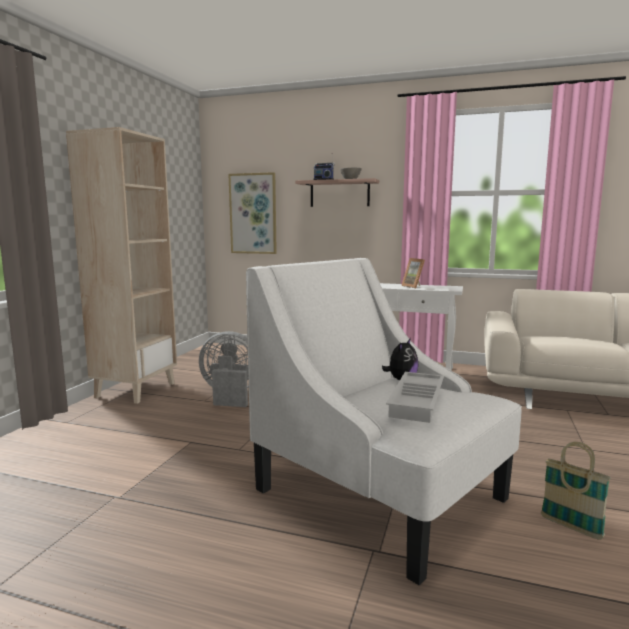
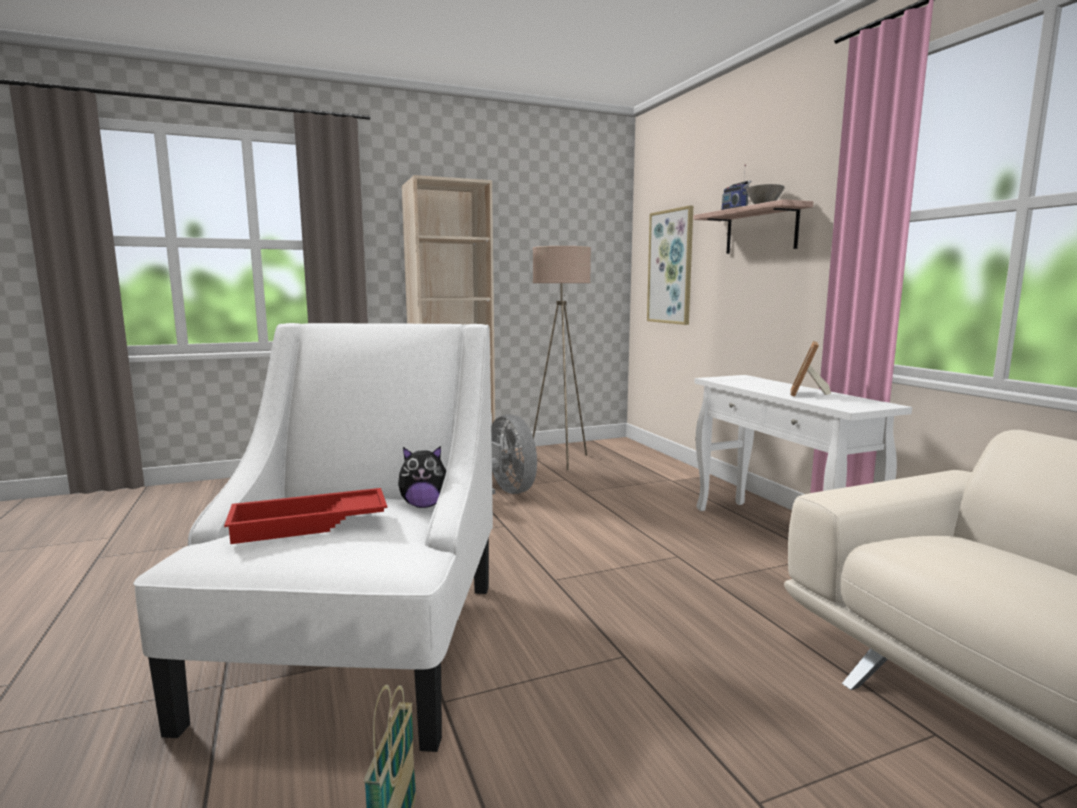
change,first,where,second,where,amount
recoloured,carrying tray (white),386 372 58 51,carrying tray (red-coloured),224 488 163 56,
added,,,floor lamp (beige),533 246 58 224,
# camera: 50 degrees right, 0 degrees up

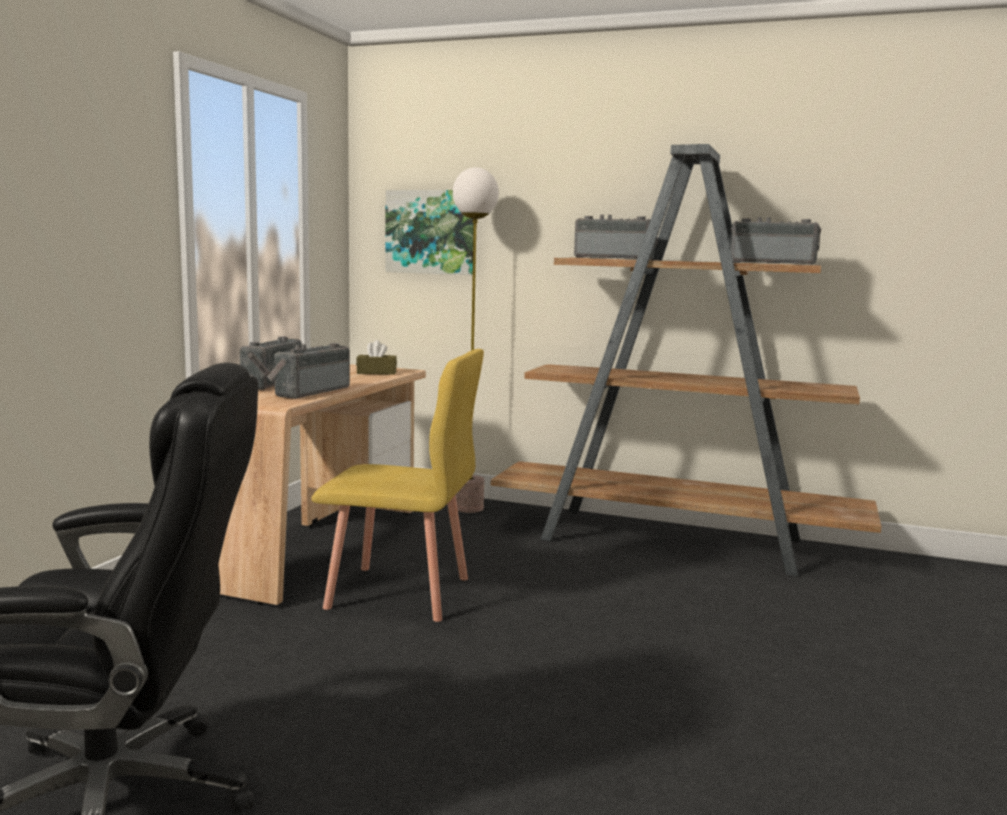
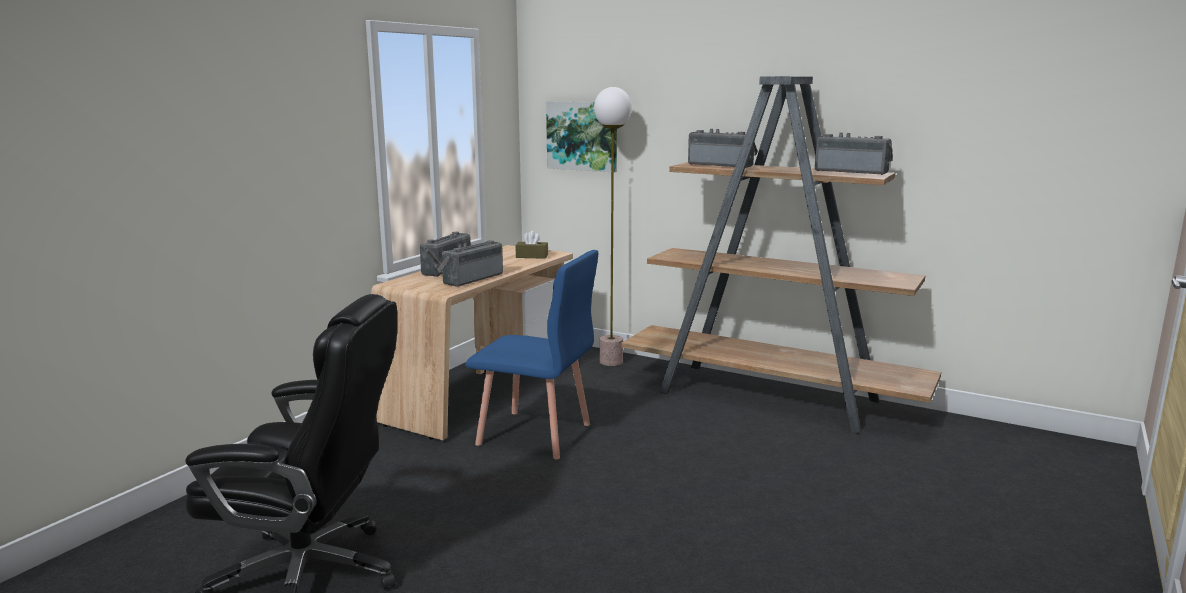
change,first,where,second,where,amount
recoloured,upright chair (yellow-coloured),312 349 172 273,upright chair (bluish),465 250 133 209,
# camera: 10 degrees right, 5 degrees up

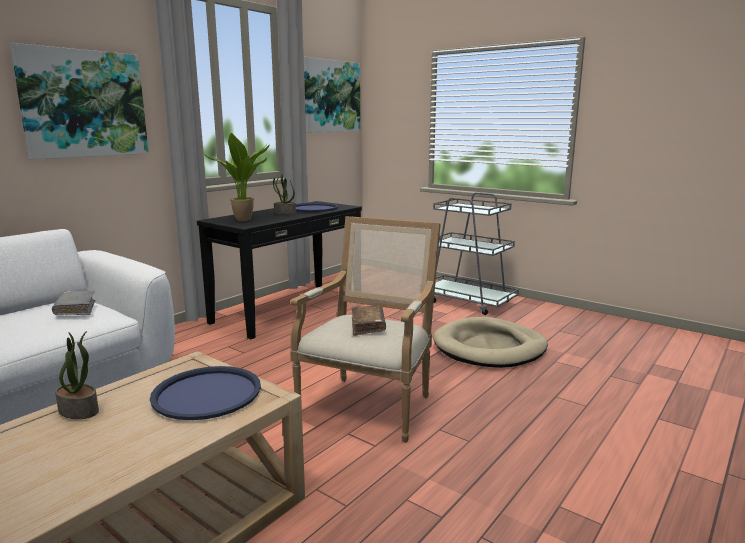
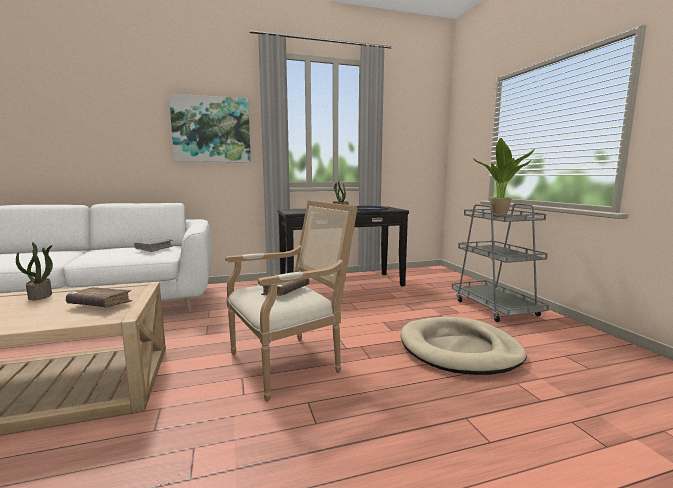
change,first,where,second,where,amount
replaced,carrying tray (bluish),150 366 111 54,bound book (brownish),66 287 66 20,
moved,plant in a pot,203 133 66 88,,473 138 62 79,
removed,picture,304 57 56 75,,,
# camera: 35 degrees right, 5 degrees down

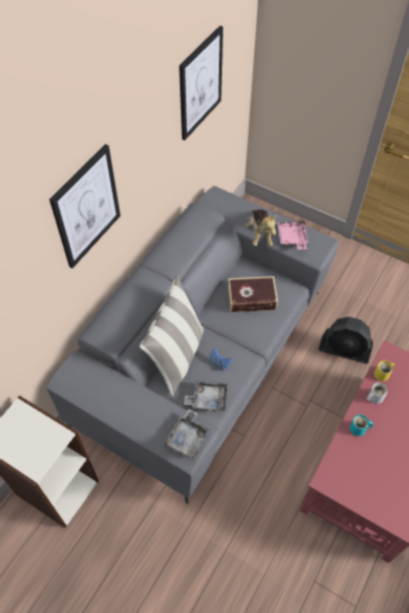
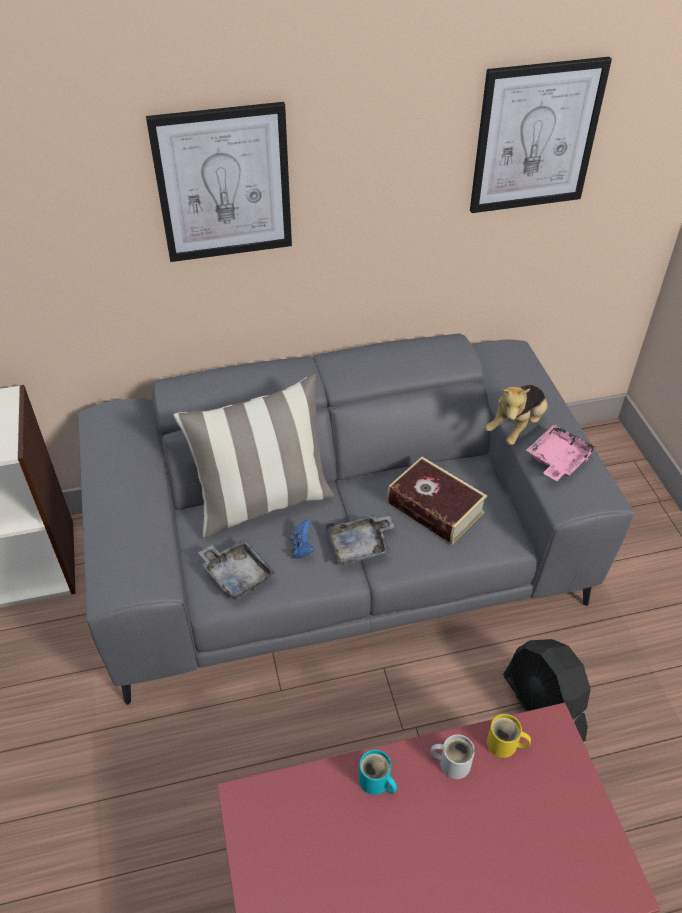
change,first,where,second,where,amount
moved,carrying tray (gray),164 409 46 51,,326 515 69 51,
# camera: 45 degrees right, 10 degrees down

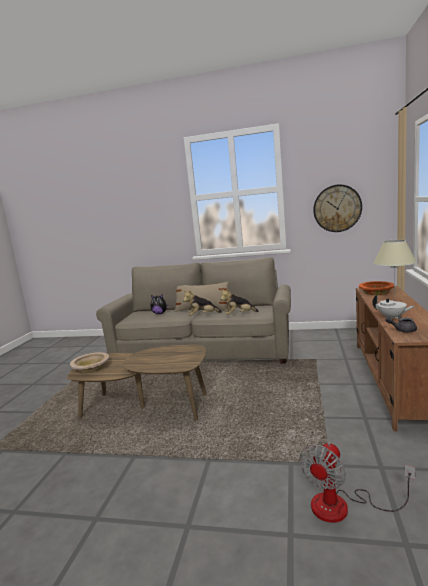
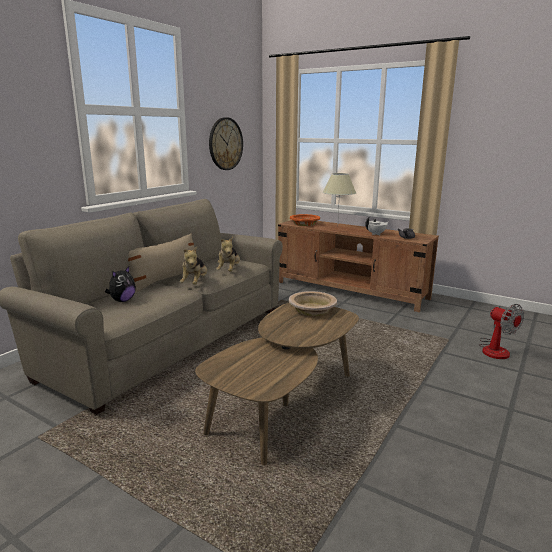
change,first,where,second,where,amount
moved,bowl (beige),70 352 39 21,,289 291 48 25,
# camera: 70 degrees left, 5 degrees up

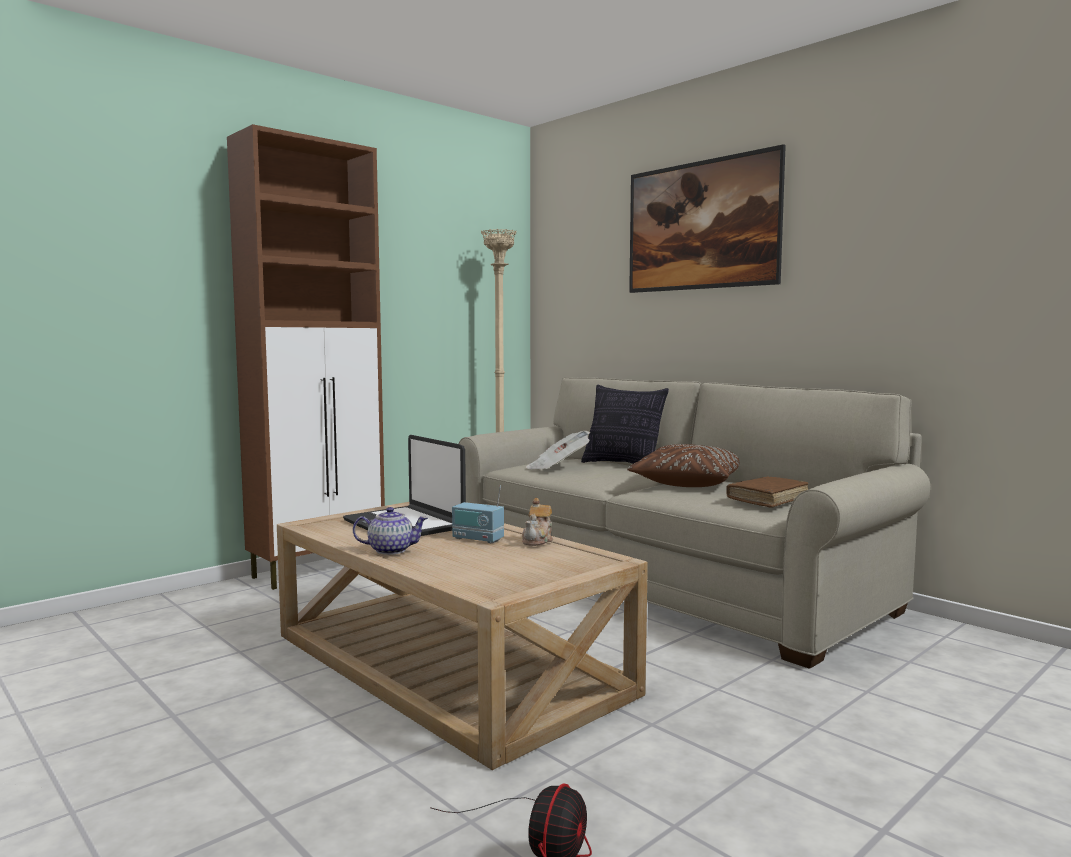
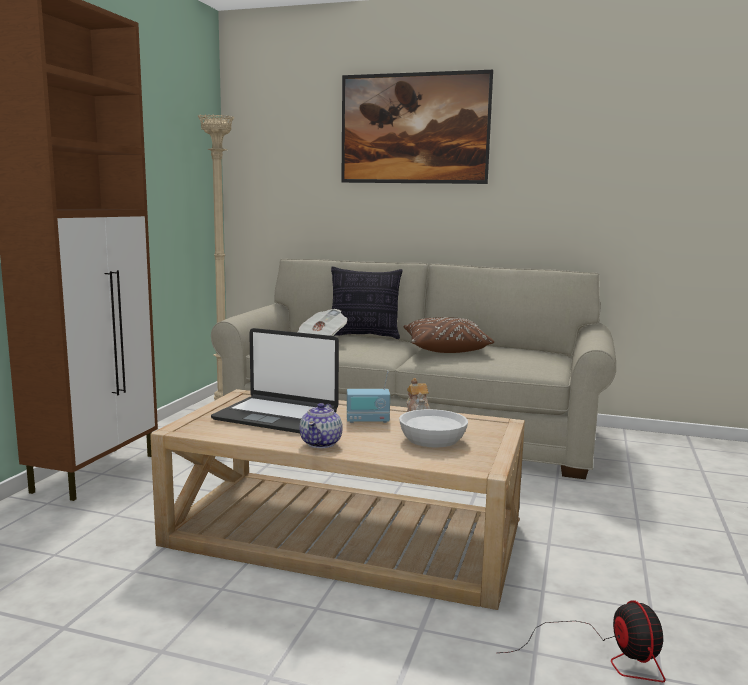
change,first,where,second,where,amount
turned,tea pot,353 507 75 48,,299 403 44 45,135 degrees clockwise
added,,,bowl (white),399 409 69 39,
removed,bound book (brownish),727 476 82 32,,,
# camera: 30 degrees left, 5 degrees up

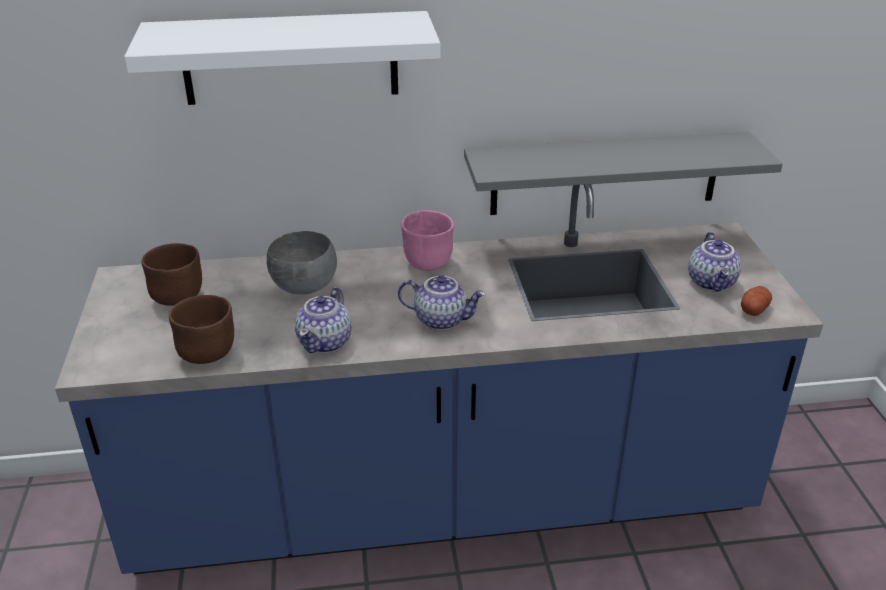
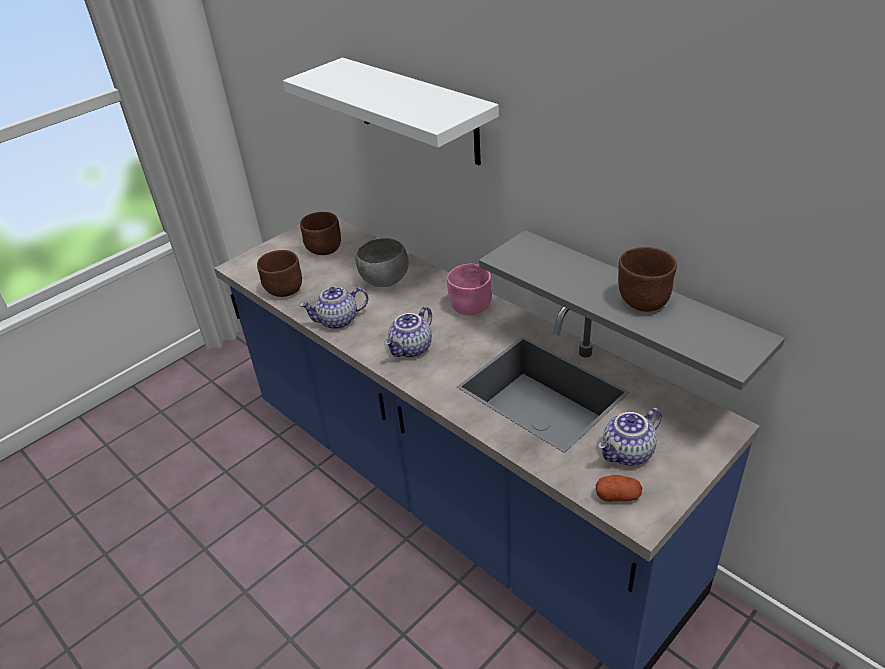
change,first,where,second,where,amount
turned,tea pot,398 275 88 55,,384 306 48 52,60 degrees clockwise
added,,,bowl (brownish),618 247 59 65,
# camera: 55 degrees right, 5 degrees up

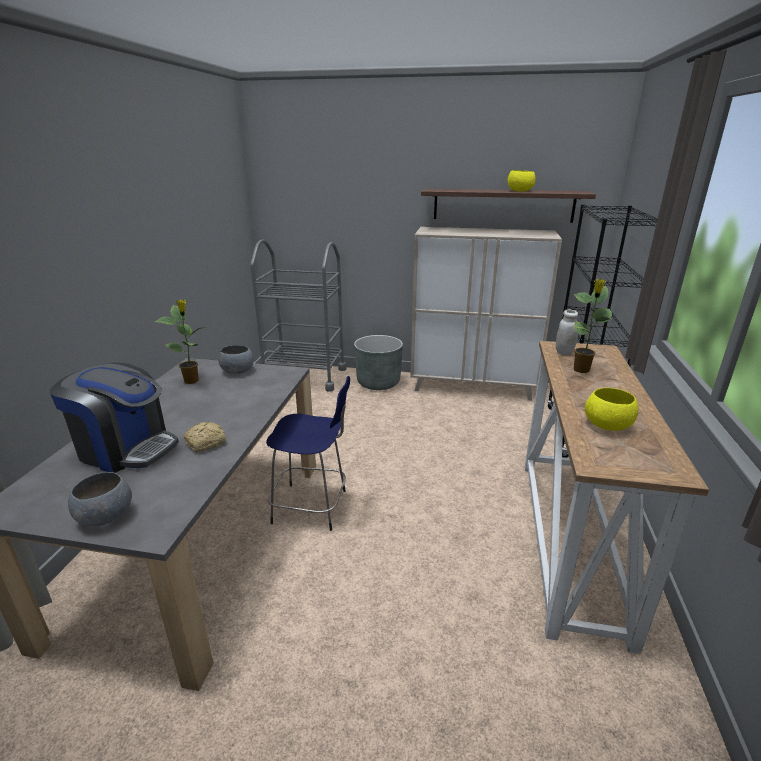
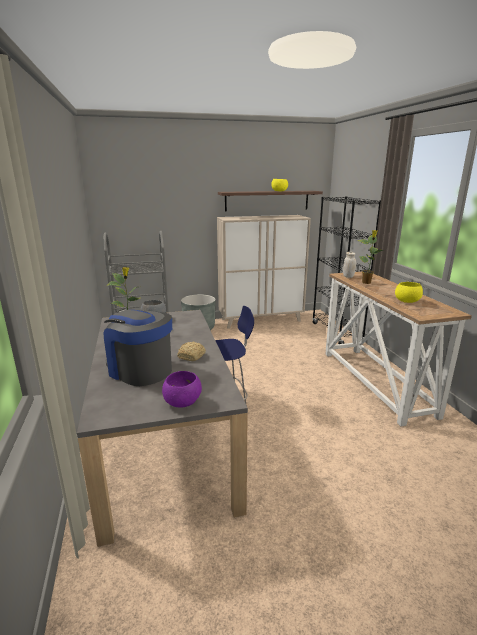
change,first,where,second,where,amount
turned,coffee machine,50 362 129 111,,104 309 68 77,135 degrees counterclockwise
recoloured,bowl (gray),68 472 64 54,bowl (purple-coloured),162 371 40 37,
# camera: 25 degrees left, 5 degrees down

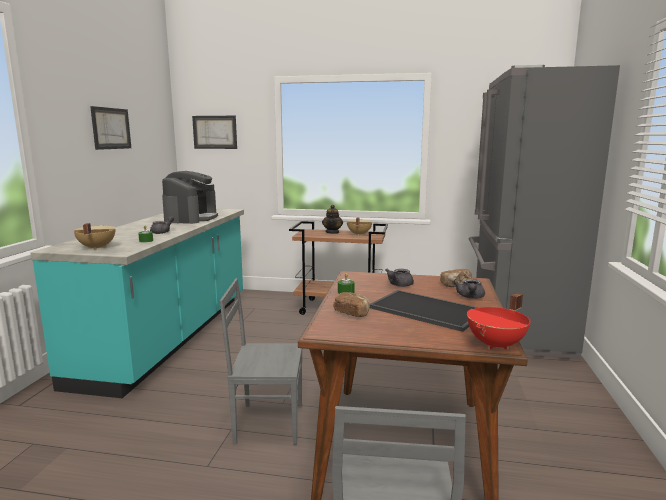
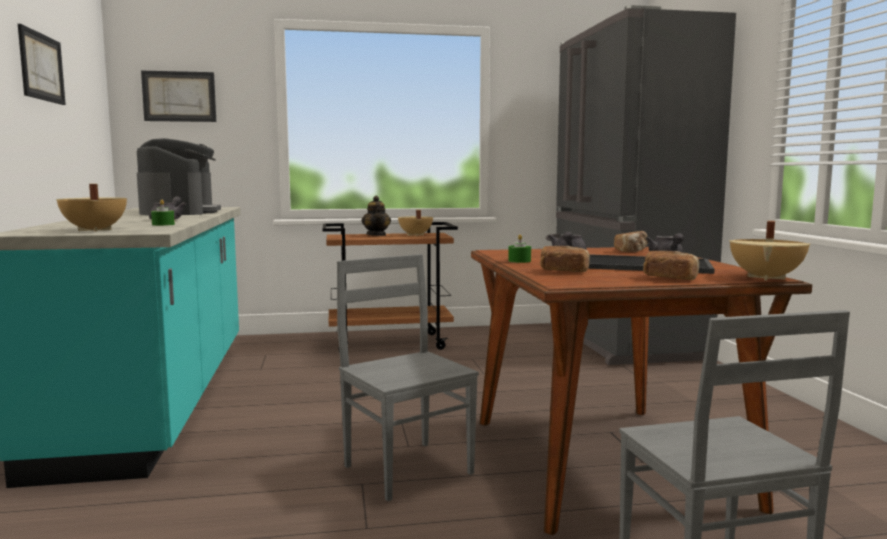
change,first,where,second,where,amount
turned,upright chair (gray),220 278 82 167,,337 254 142 247,75 degrees clockwise
added,,,baked bread,643 251 56 29,
recoloured,stockpot (red-coloured),467 293 63 57,stockpot (beige),729 221 81 60,
# camera: 20 degrees left, 5 degrees down

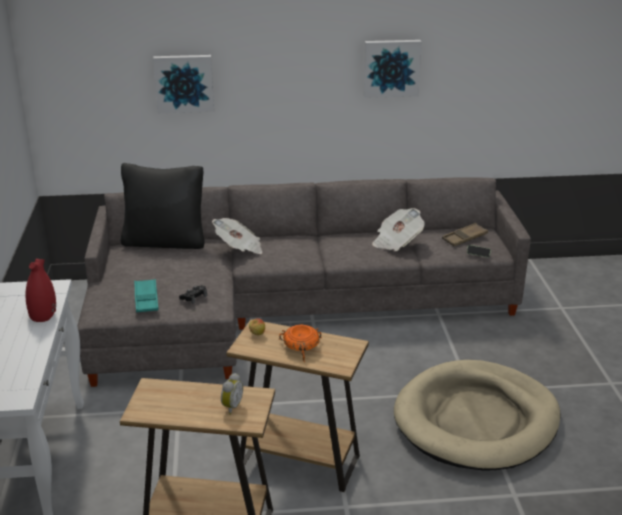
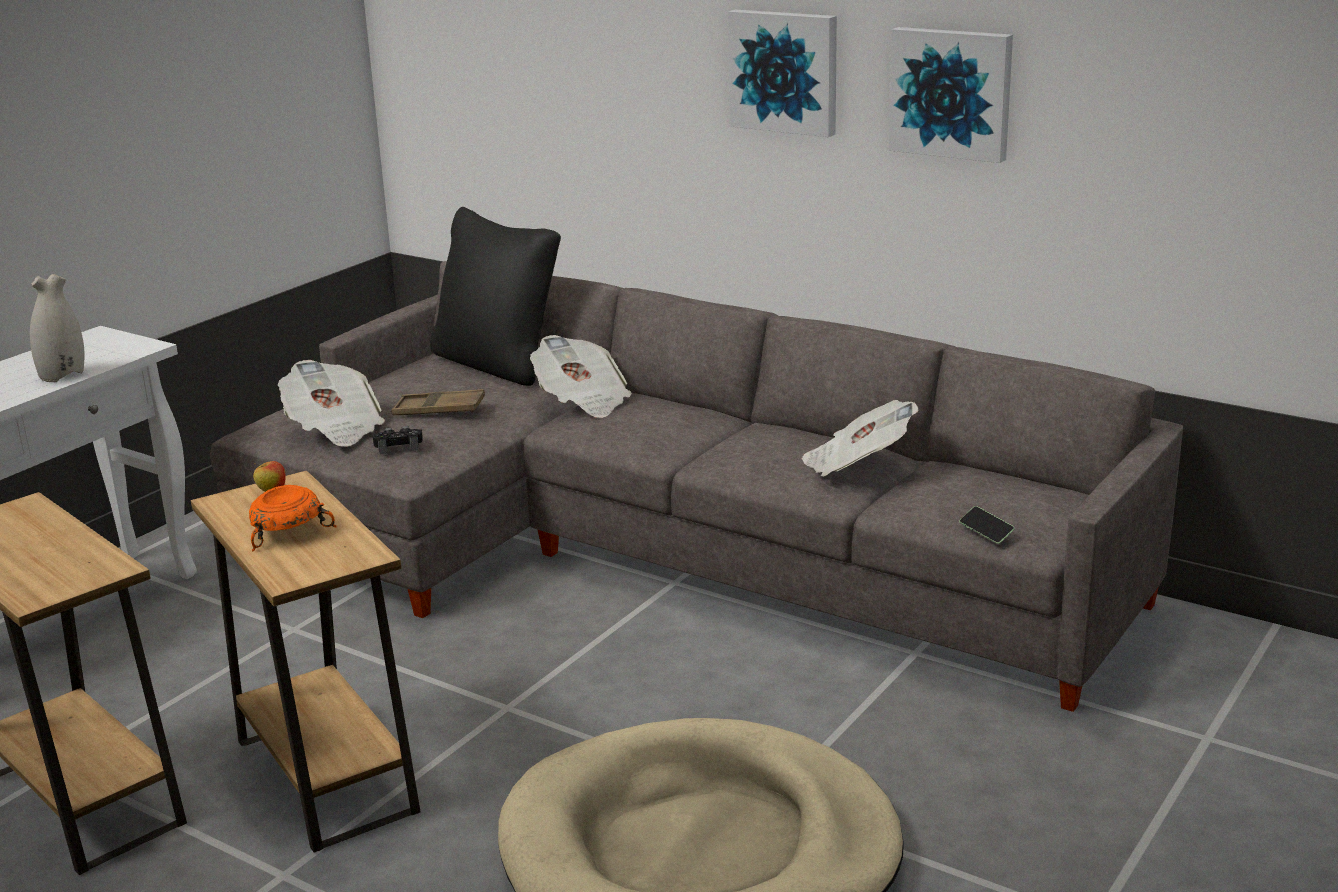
change,first,where,second,where,amount
recoloured,decorative vase (red-coloured),26 259 30 63,decorative vase (white),30 274 55 108,
replaced,carrying tray (blue-green),134 279 24 33,daily paper,278 360 107 87,
moved,carrying tray (brownish),442 223 46 23,,391 389 94 26,
moved,picture,153 55 61 58,,728 9 109 128,
removed,bedside clock,221 373 22 42,,,
# camera: 40 degrees right, 5 degrees down

